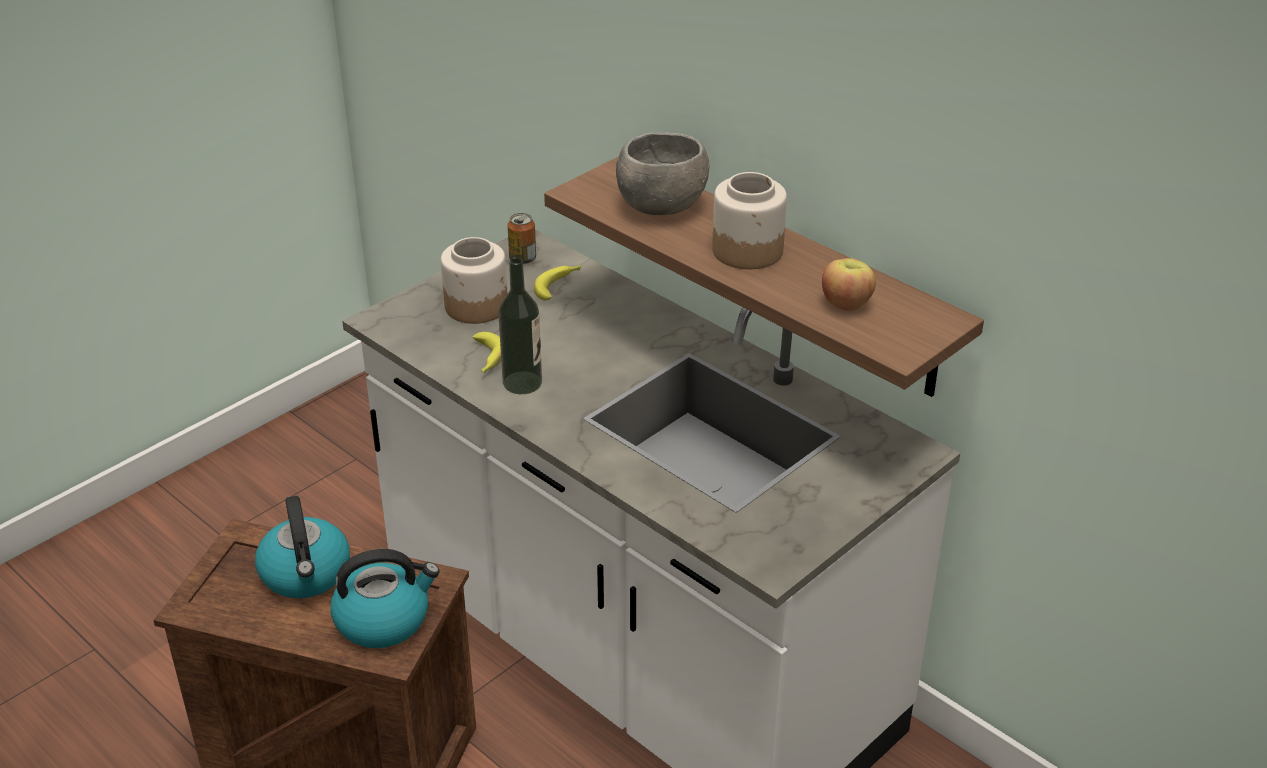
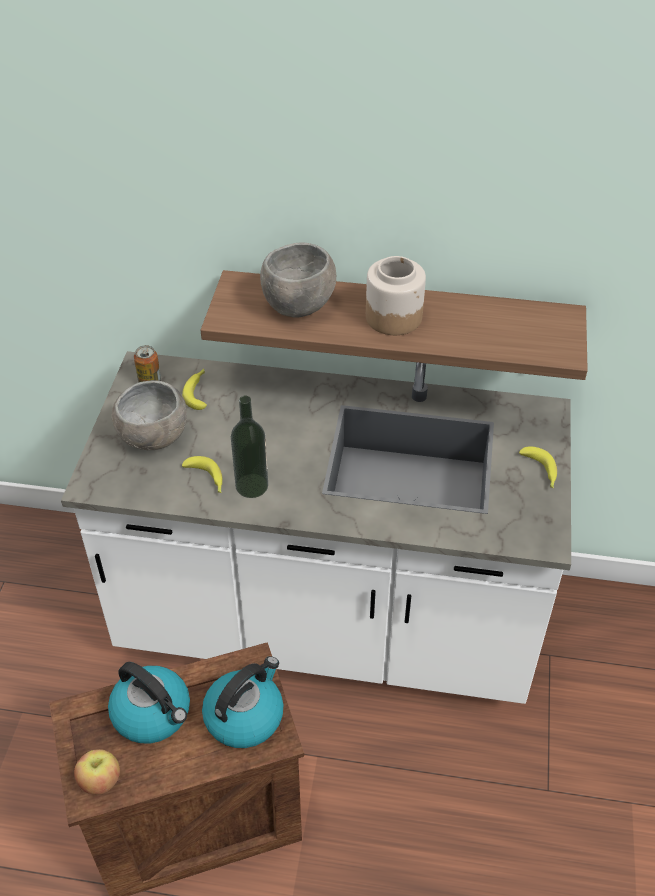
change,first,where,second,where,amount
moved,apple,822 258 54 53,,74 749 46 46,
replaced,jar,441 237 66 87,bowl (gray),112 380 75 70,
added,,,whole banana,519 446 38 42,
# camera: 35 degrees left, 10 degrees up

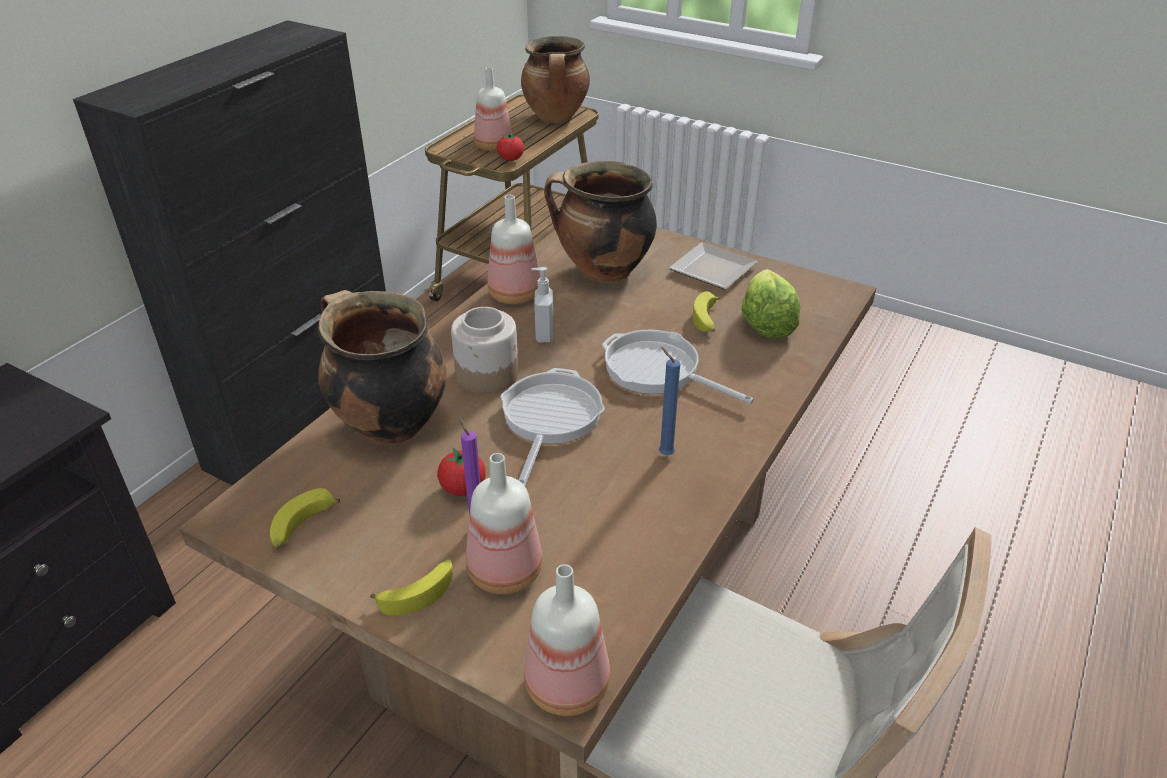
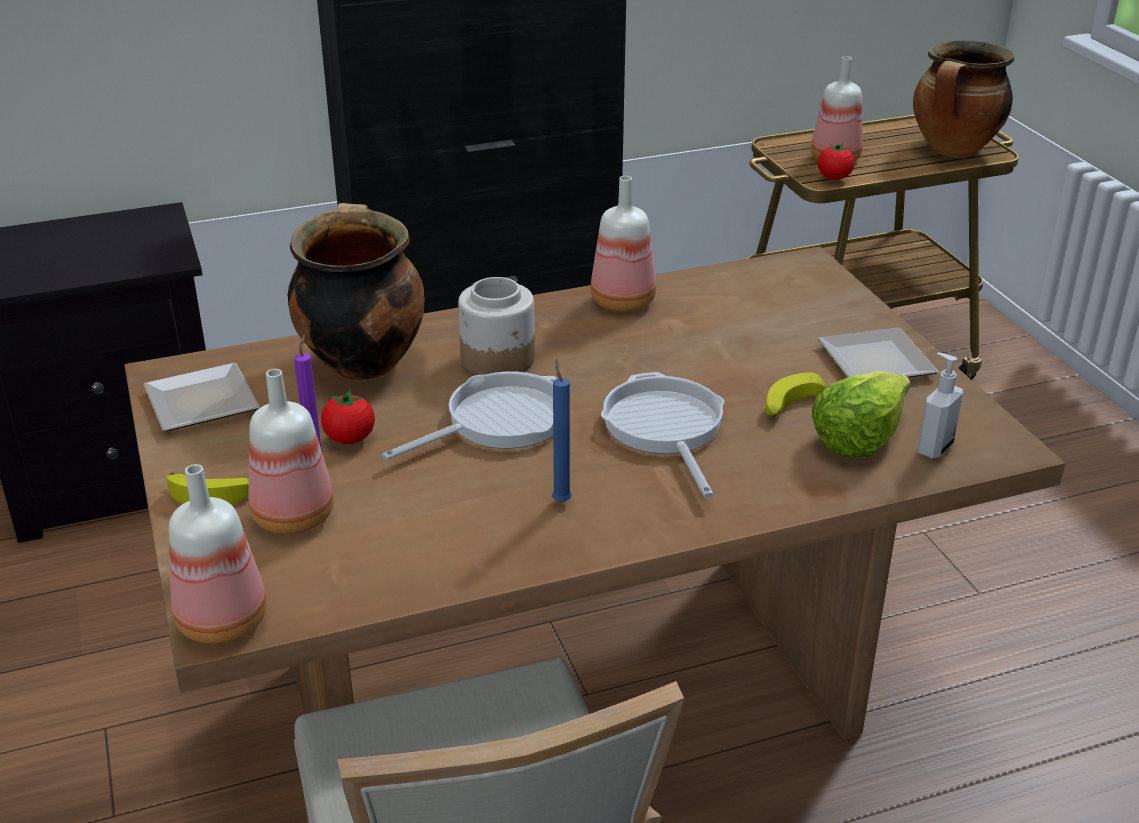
change,first,where,second,where,amount
replaced,whole banana,270 488 70 61,plate,143 363 117 69,
moved,soap dispenser,531 267 23 76,,918 352 45 107,
removed,stockpot,544 161 113 122,,,
# camera: 40 degrees right, 5 degrees down

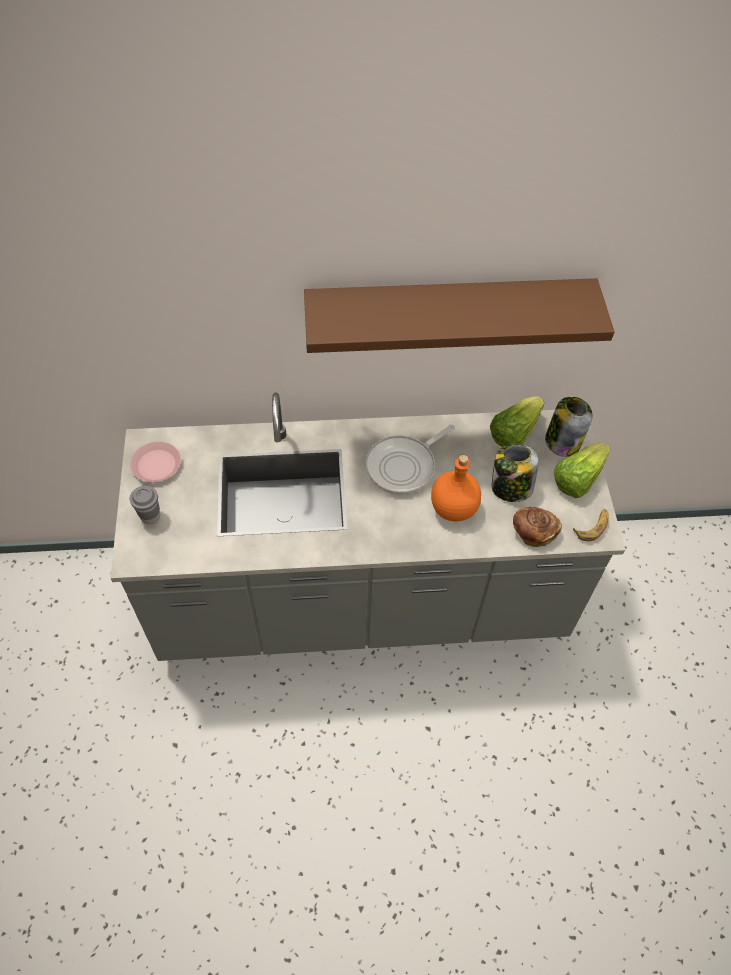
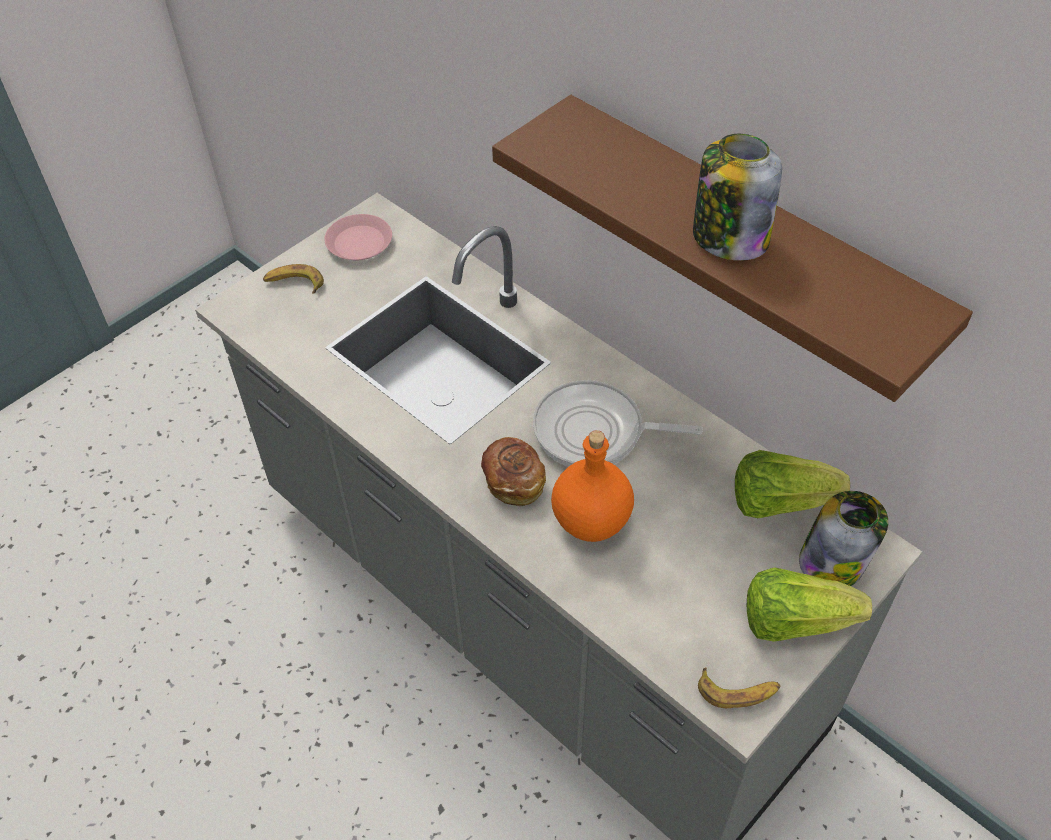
change,first,where,second,where,amount
replaced,cup (gray),130 486 30 38,whole banana,263 264 61 30,
moved,baked bread,513 507 49 40,,481 437 65 69,
moved,jar,492 444 47 58,,693 134 89 127,
# camera: 50 degrees right, 5 degrees down

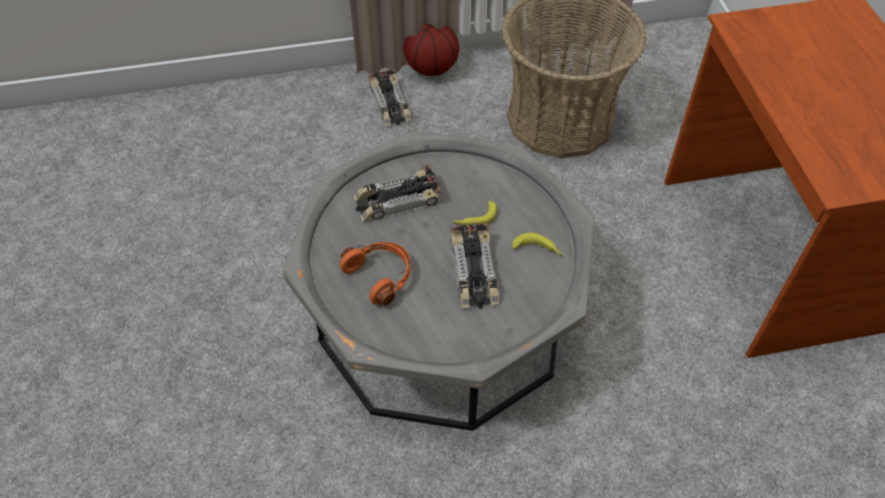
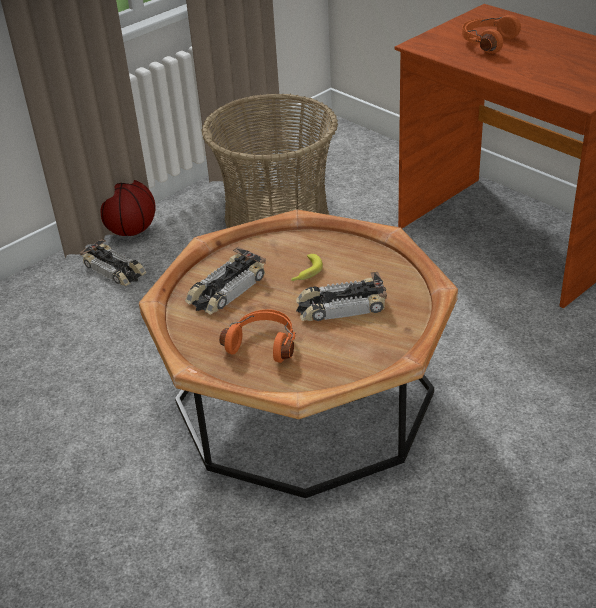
change,first,where,second,where,amount
recoloured,low table (gray),283 131 312 300,low table (brownish),139 209 319 289,
turned,miniature car,450 223 49 86,,296 272 91 49,120 degrees clockwise
added,,,pair of headphones (orangey),462 15 59 39,
removed,whole banana,512 232 50 23,,,
# camera: 30 degrees left, 15 degrees down

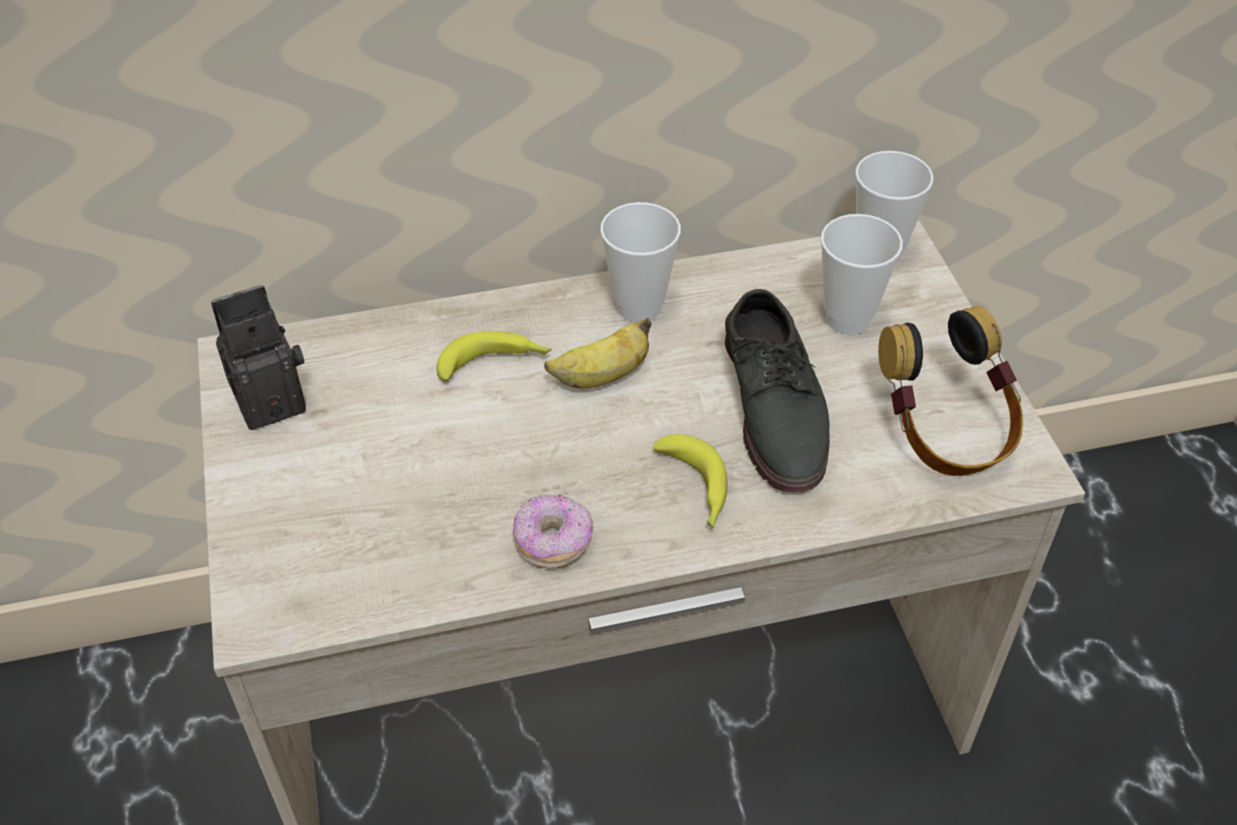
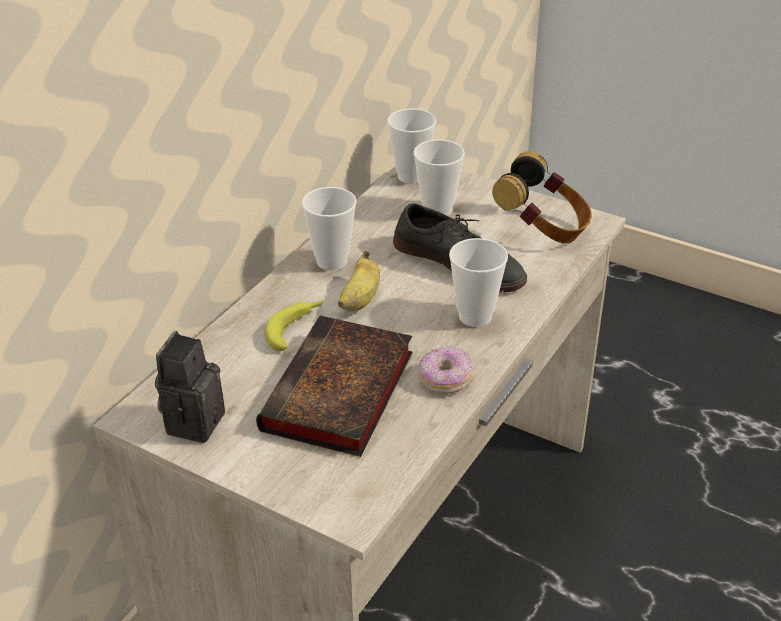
change,first,where,second,where,amount
added,,,bound book,256 316 156 141,
replaced,whole banana,653 434 75 94,cup,449 238 59 89,
# camera: 45 degrees left, 10 degrees down

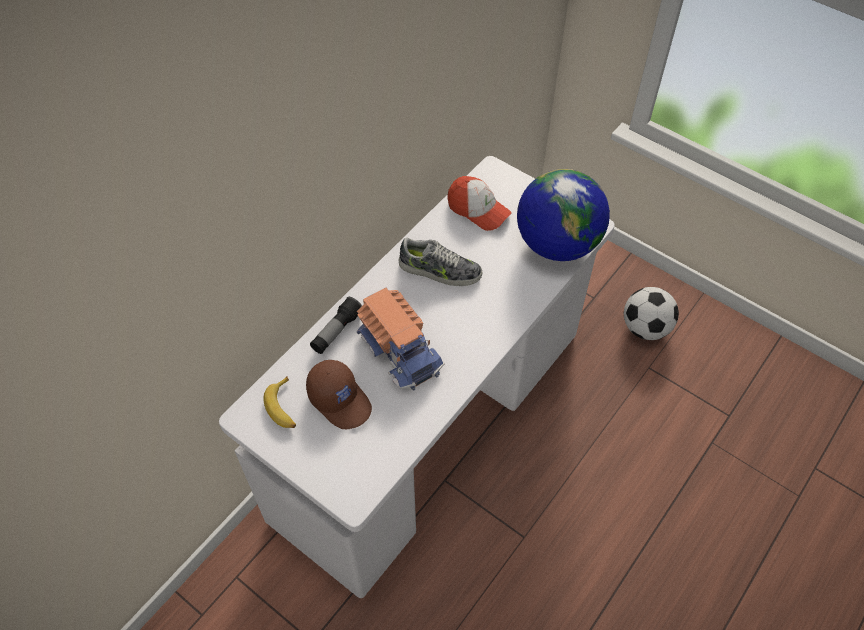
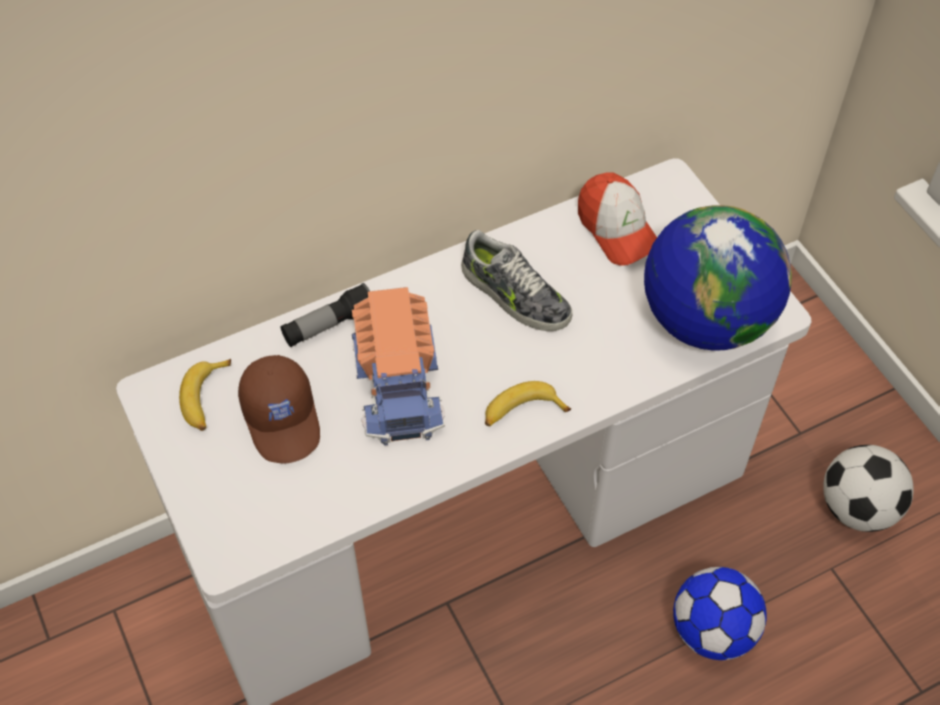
change,first,where,second,where,amount
added,,,whole banana,485 381 86 45,
added,,,ball for football,673 567 94 93,
# camera: 25 degrees right, 0 degrees up

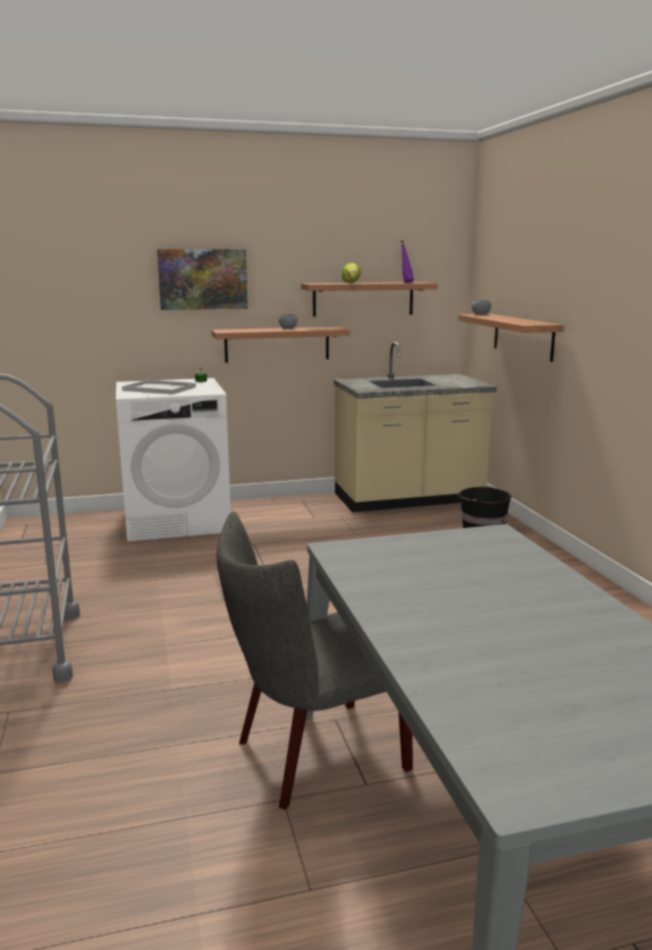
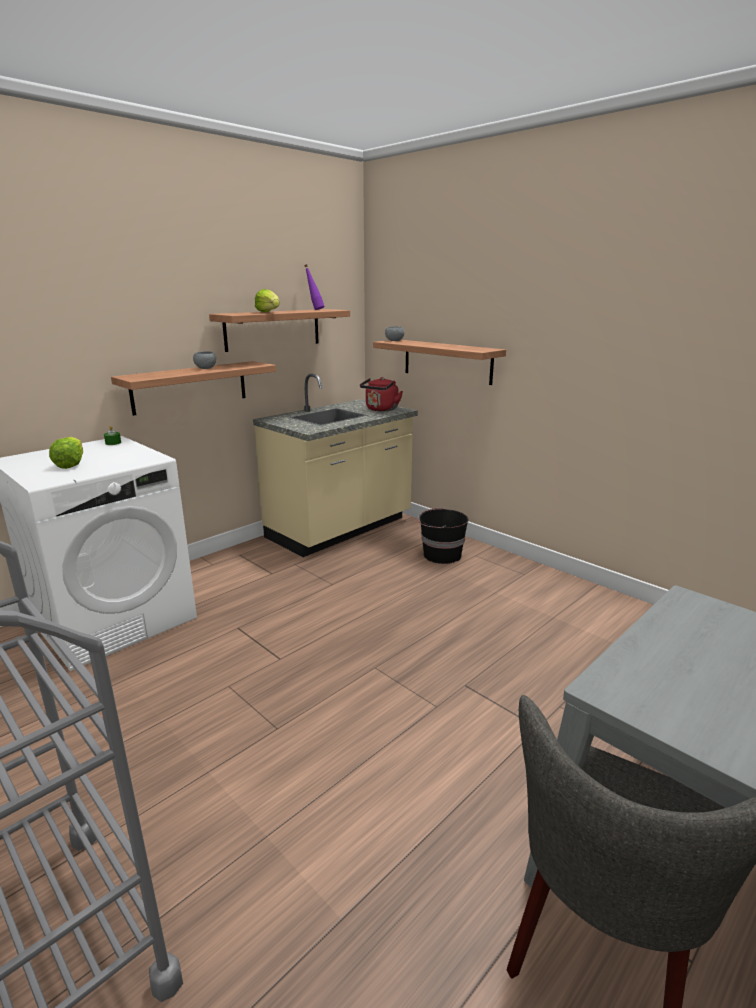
change,first,where,second,where,amount
replaced,carrying tray (white),122 380 74 14,lettuce head,49 437 34 32,
added,,,tea kettle (red-coloured),360 377 43 34,
removed,picture,157 249 91 61,,,
# camera: 30 degrees left, 5 degrees up

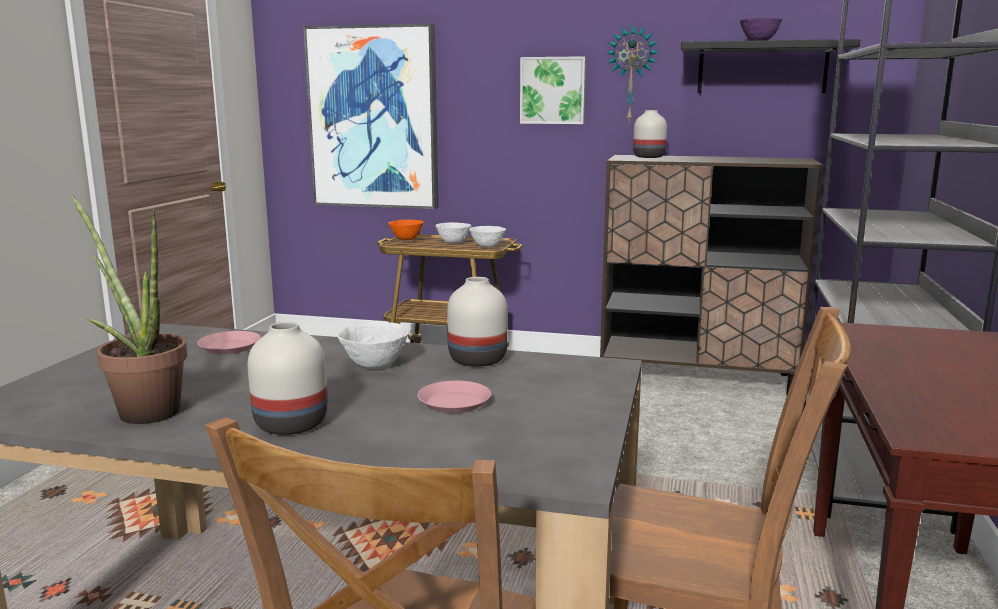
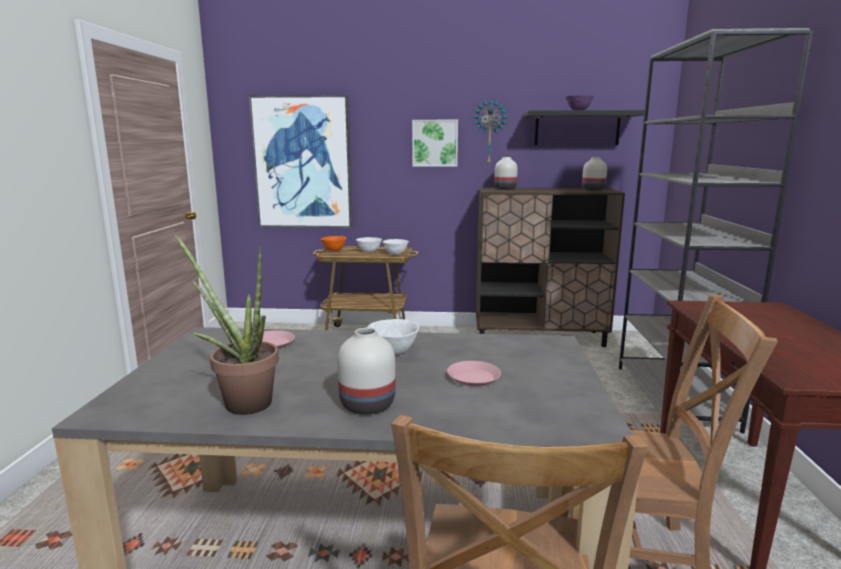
change,first,where,second,where,amount
moved,decorative vase (white),447 277 61 90,,582 157 25 34,
# camera: 10 degrees left, 0 degrees up

